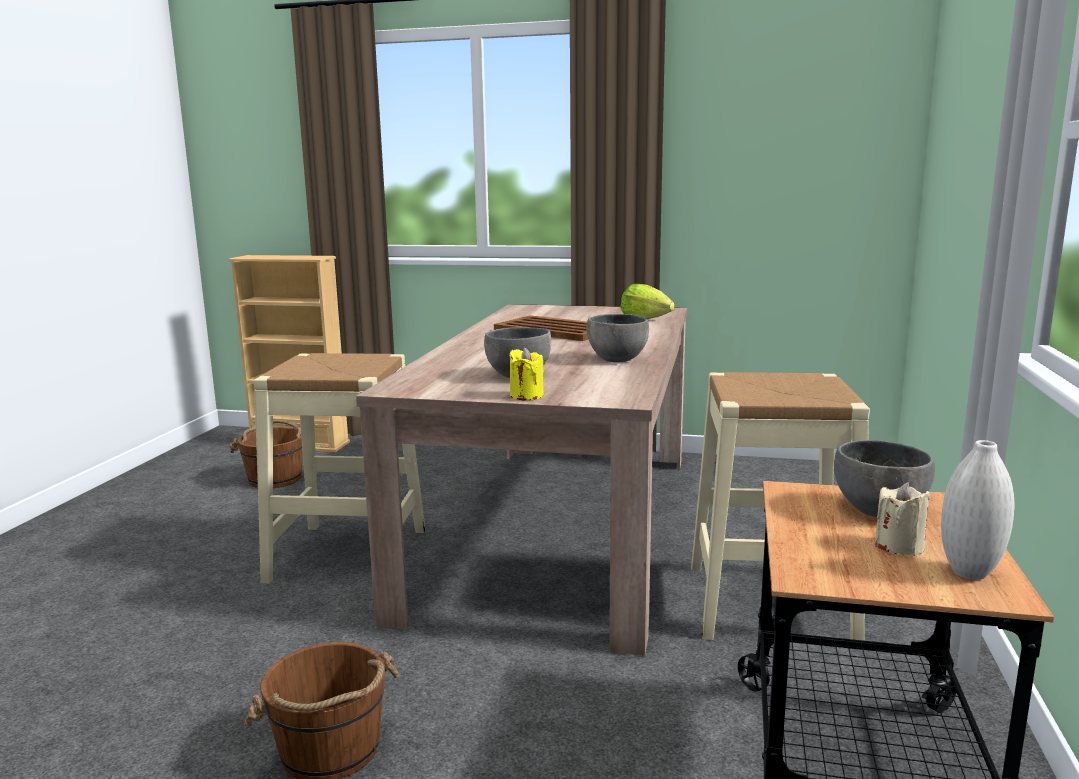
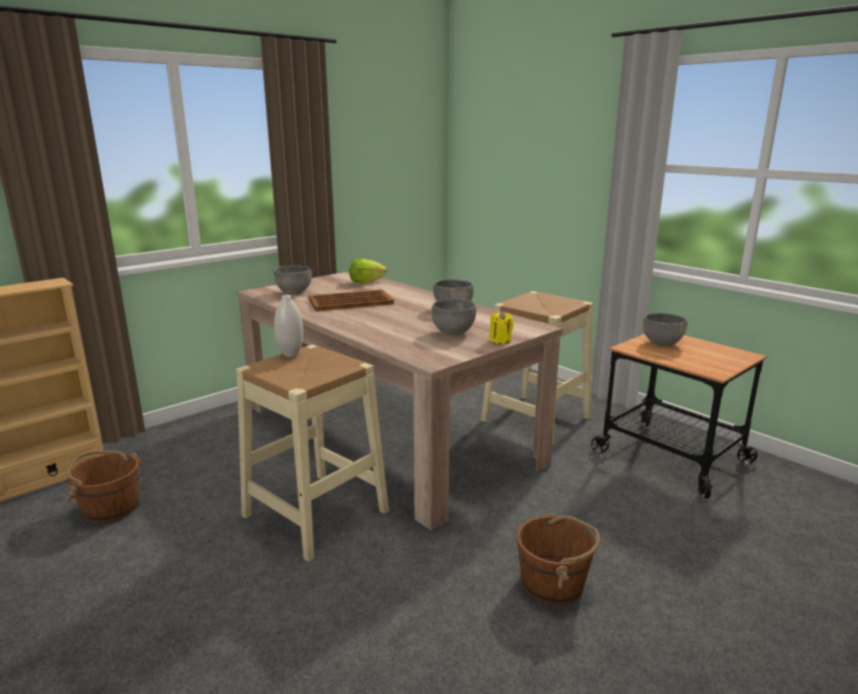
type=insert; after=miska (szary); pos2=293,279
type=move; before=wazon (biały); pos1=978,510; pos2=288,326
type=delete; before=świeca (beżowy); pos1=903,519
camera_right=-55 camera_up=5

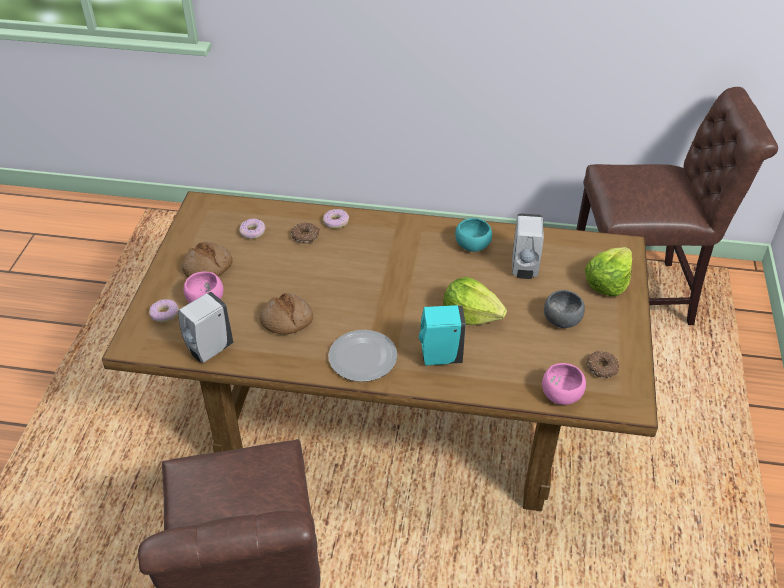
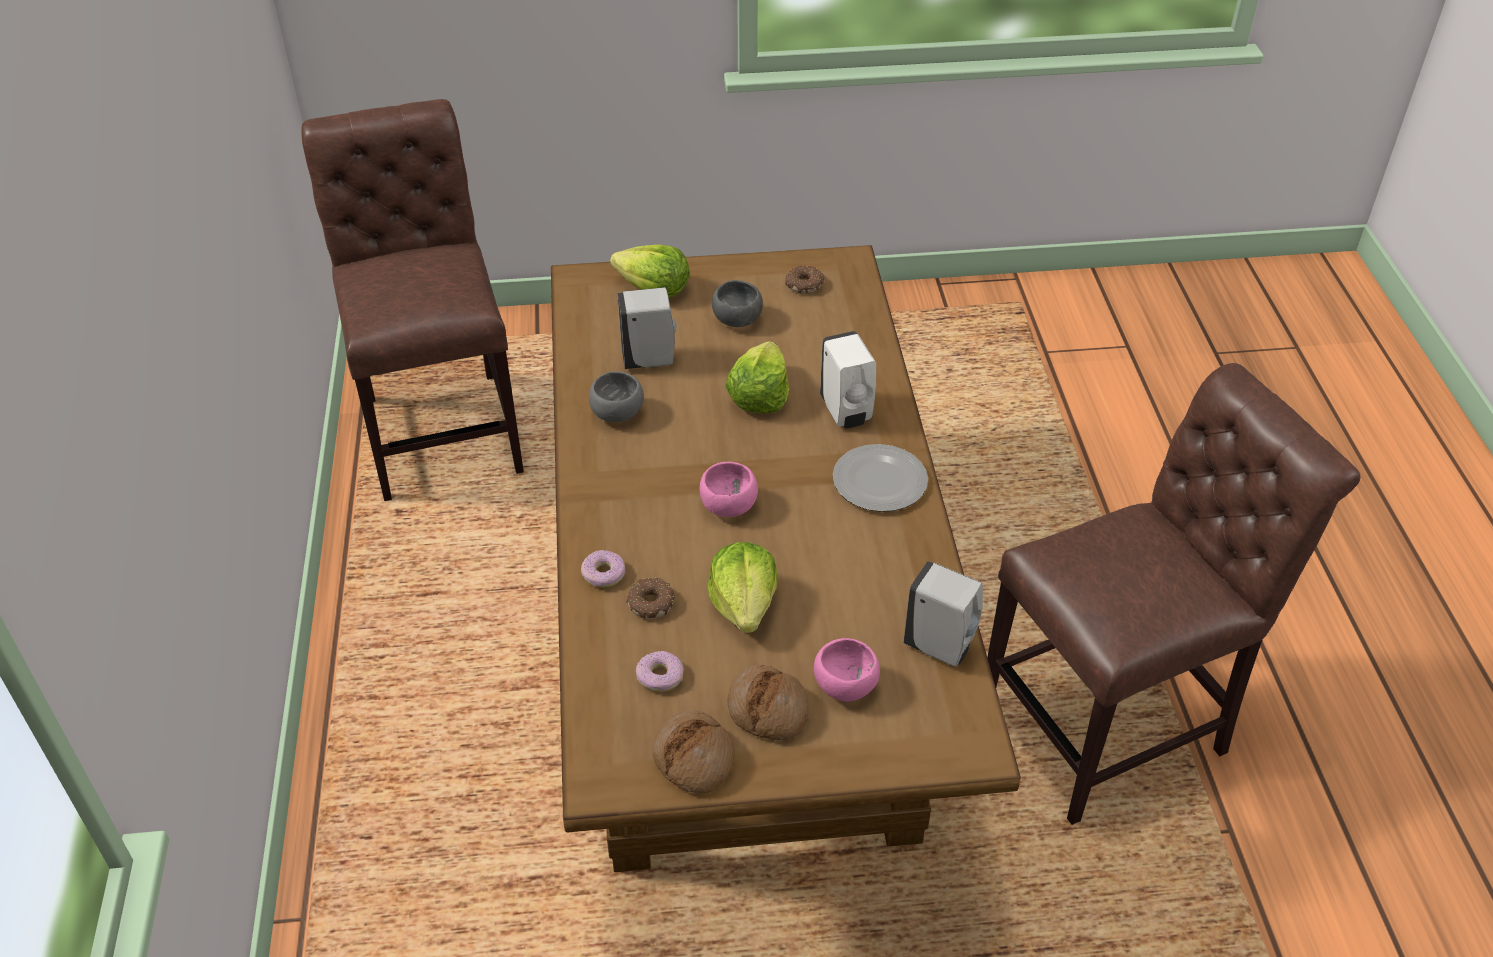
type=recolor; before=miska (turkusowy); after=miska (szary); pos1=473,235; pos2=616,396
type=move; before=chleb; pos1=286,313; pos2=694,752
type=move; before=miska (różowy); pos1=564,384; pos2=729,489
type=insert; after=sałata; pos2=743,587
type=recolor; before=dozownik mydła (turkusowy); after=dozownik mydła (biały); pos1=442,335; pos2=848,379
type=delete; before=donut; pos1=164,310
camera_right=-105 camera_up=0

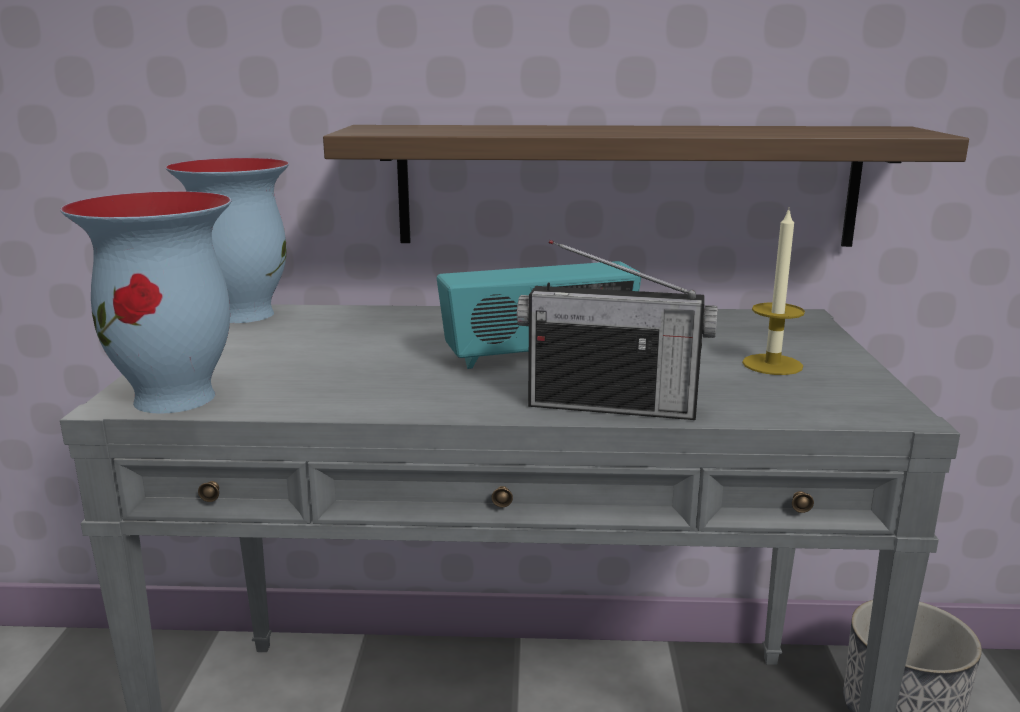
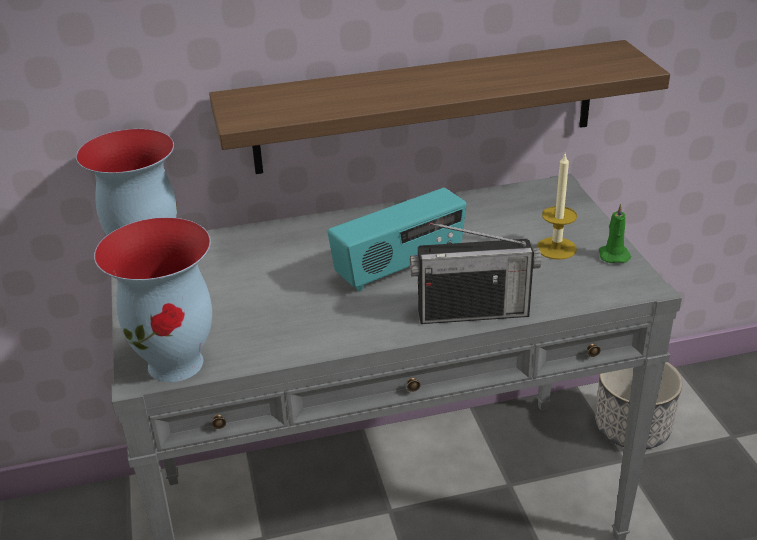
type=insert; after=świeca (zielony); pos2=615,233
camera_right=-15 camera_up=15

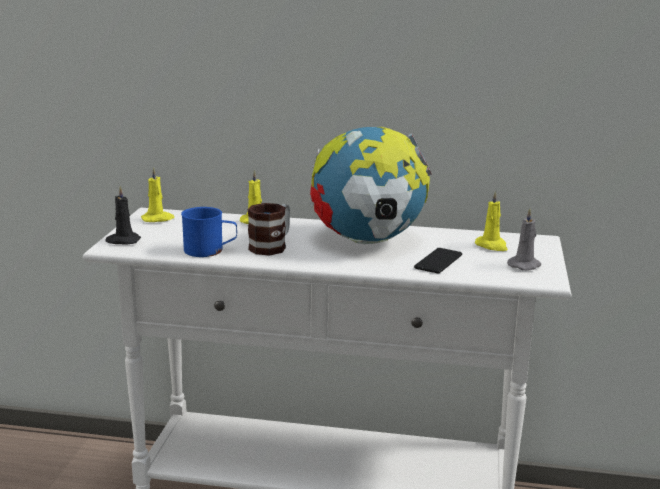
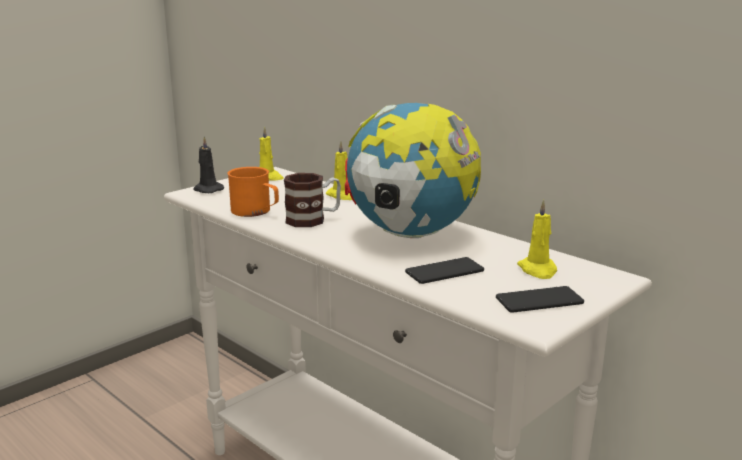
type=recolor; before=kubek (niebieski); after=kubek (pomarańczowy); pos1=209,232; pos2=253,192
type=replace; before=świeca (szary); after=telefon; pos1=524,239; pos2=540,299
camera_right=35 camera_up=0

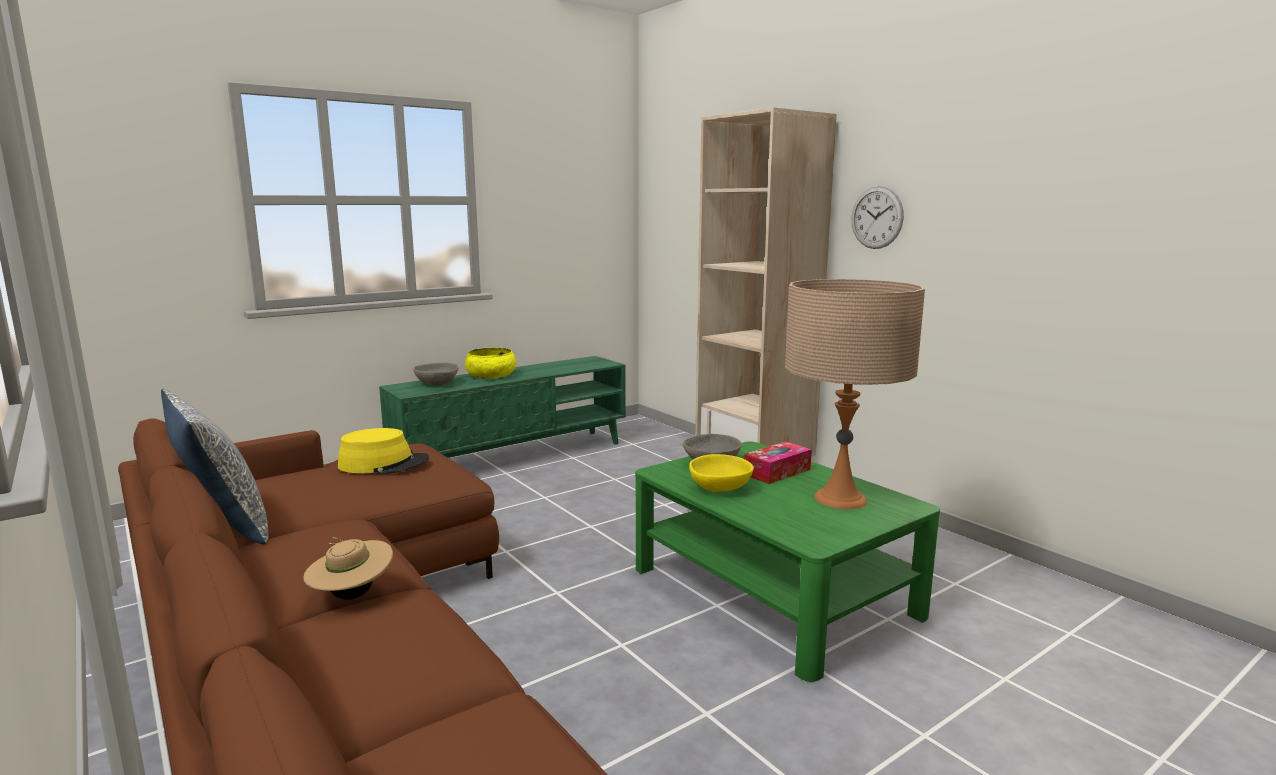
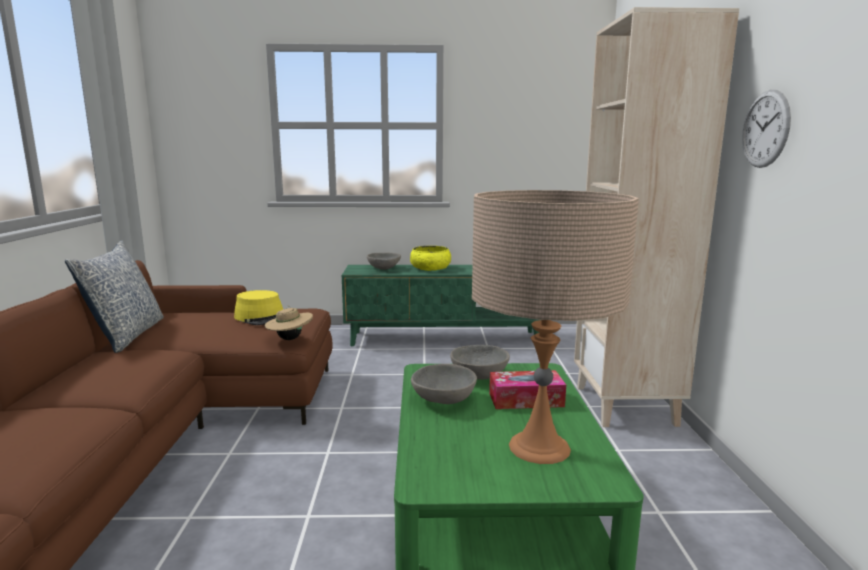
type=move; before=kapelusz (beżowy); pos1=348,568; pos2=289,322
type=recolor; before=miska (żółty); after=miska (szary); pos1=721,473; pos2=444,384
camera_right=35 camera_up=0

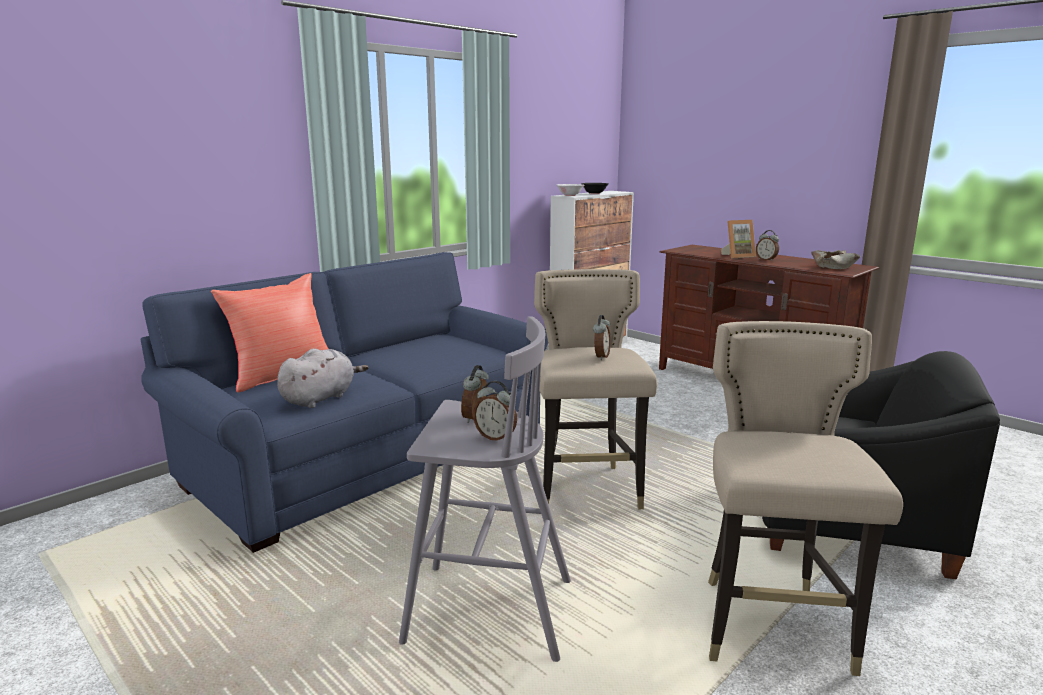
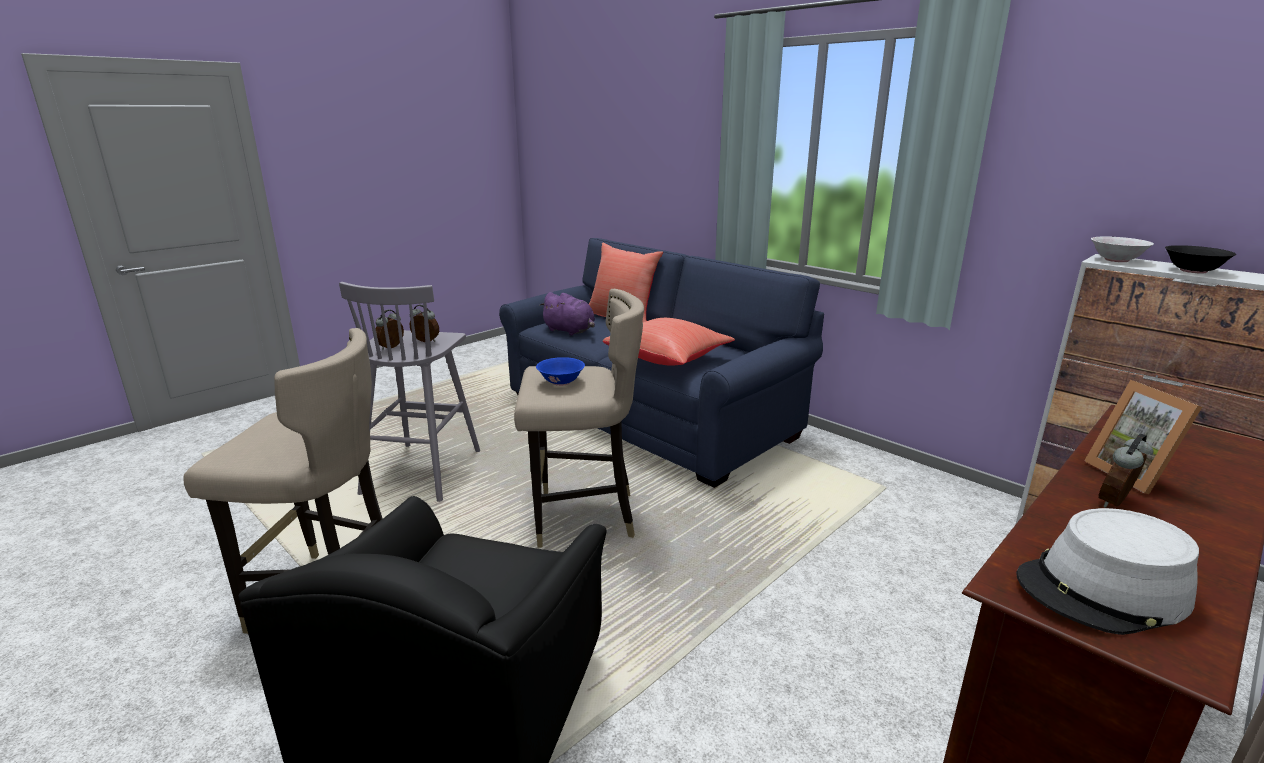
type=replace; before=budzik; after=miska (niebieski); pos1=602,337; pos2=560,371
type=recolor; before=pluszak (szary); after=pluszak (fioletowy); pos1=322,378; pos2=567,313
type=insert; after=poduszka (czerwony); pos2=669,341
type=replace; before=miska (beżowy); after=kapelusz (szary); pos1=836,259; pos2=1107,571
camera_right=90 camera_up=5

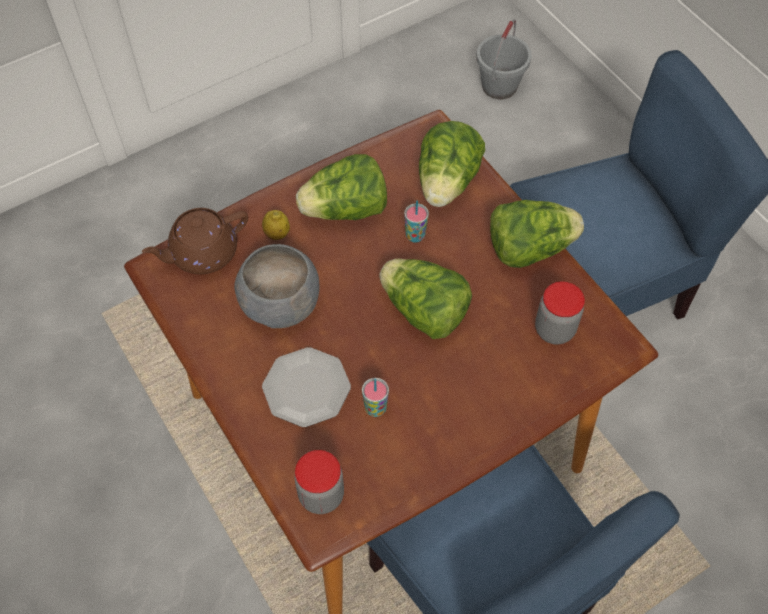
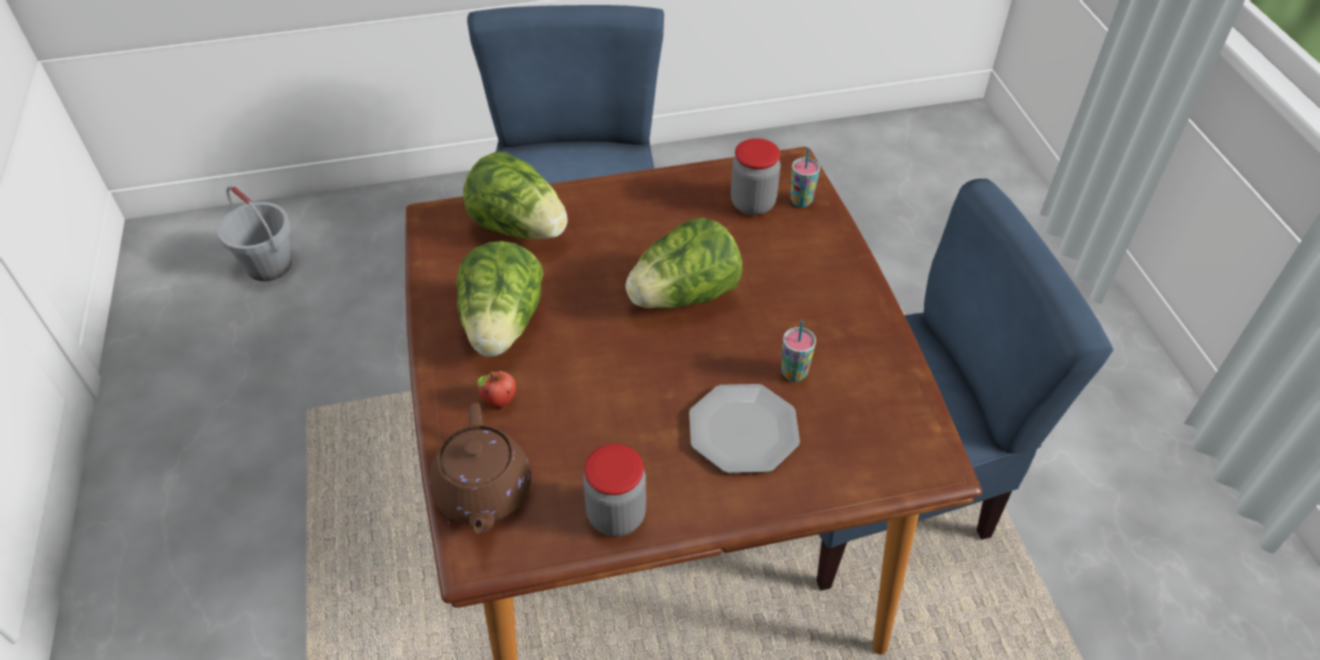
type=replace; before=cytryna; after=jabłko; pos1=276,225; pos2=496,390
type=move; before=słoik; pos1=319,482; pos2=614,490
type=move; before=filiżanka; pos1=416,221; pos2=805,177
type=delete; before=miska (szary); pos1=277,286
type=delete; before=sałata; pos1=537,234
camera_right=-70 camera_up=-10

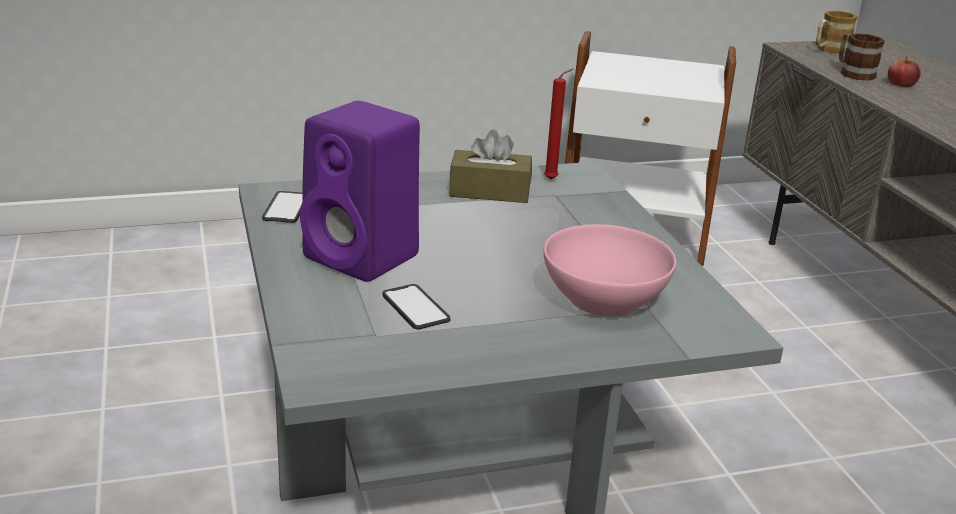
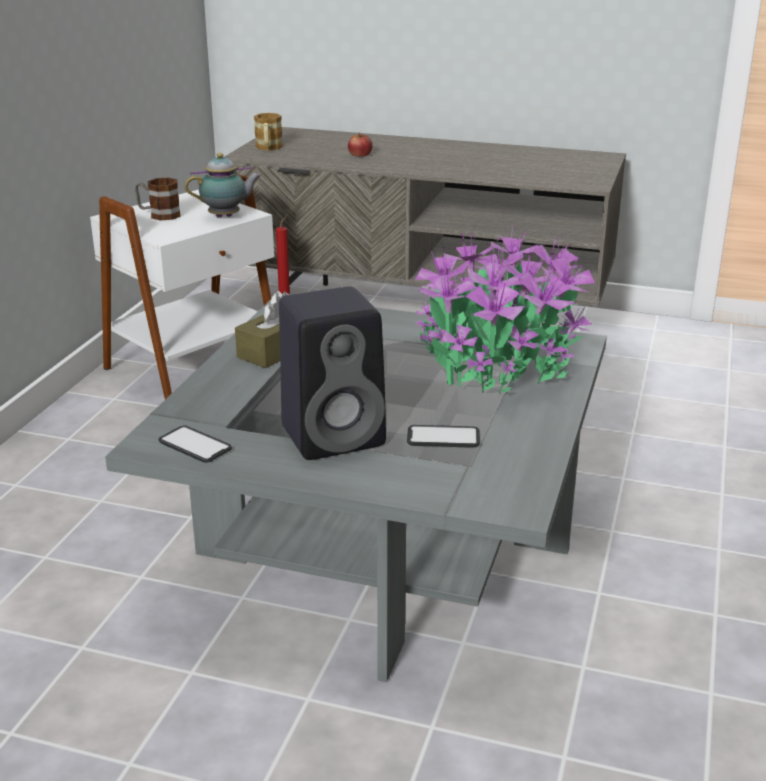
type=move; before=kubek; pos1=862,57; pos2=158,199
type=insert; after=imbryk; pos2=223,185
type=recolor; before=głośnik (fioletowy); after=głośnik (czarny); pos1=360,191; pos2=332,373
type=replace; before=miska (różowy); after=roślina doniczkowa; pos1=610,270; pos2=505,308
camera_right=-55 camera_up=0

